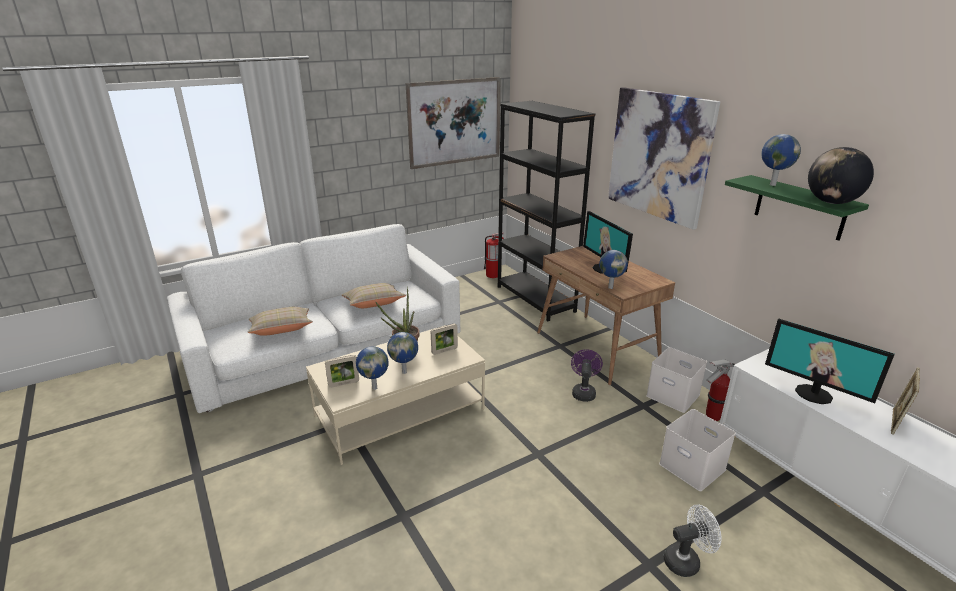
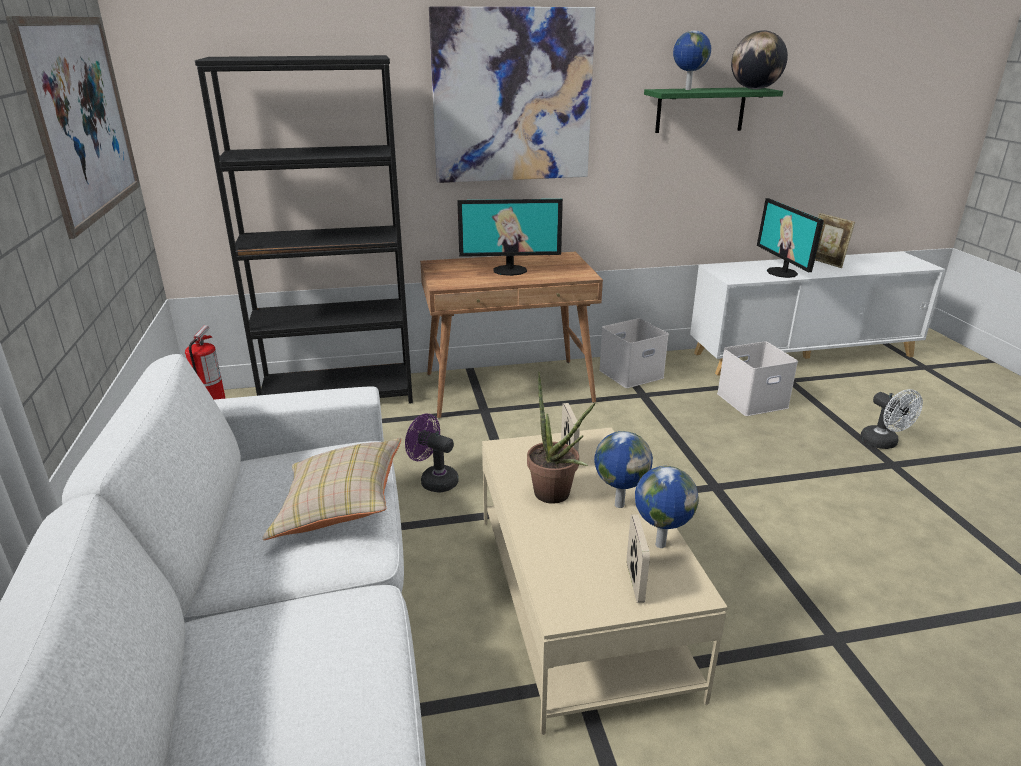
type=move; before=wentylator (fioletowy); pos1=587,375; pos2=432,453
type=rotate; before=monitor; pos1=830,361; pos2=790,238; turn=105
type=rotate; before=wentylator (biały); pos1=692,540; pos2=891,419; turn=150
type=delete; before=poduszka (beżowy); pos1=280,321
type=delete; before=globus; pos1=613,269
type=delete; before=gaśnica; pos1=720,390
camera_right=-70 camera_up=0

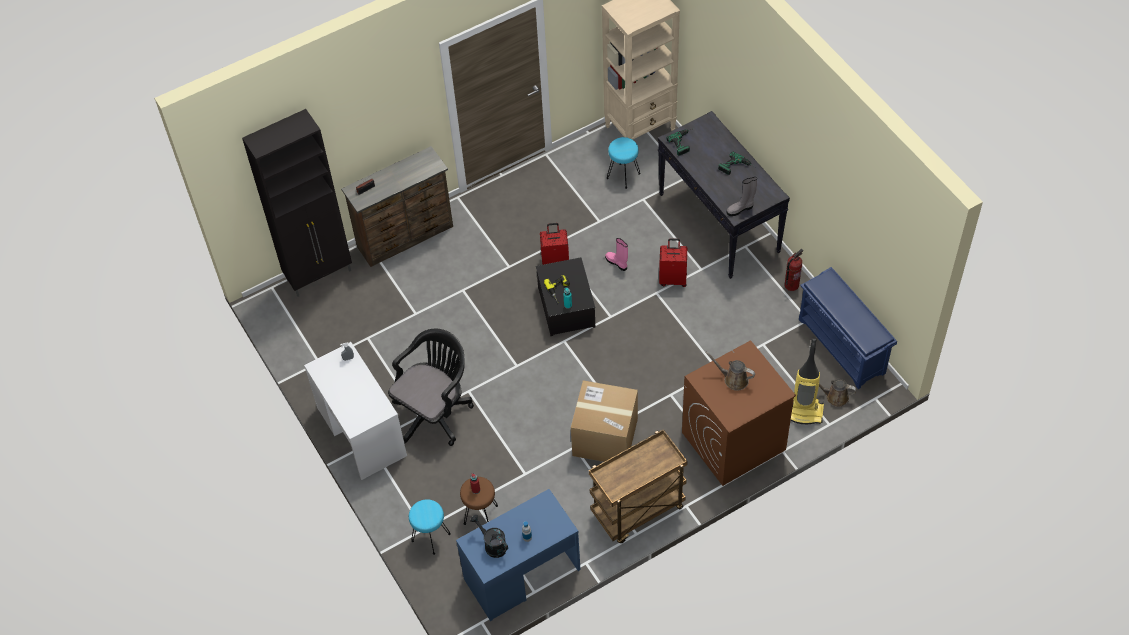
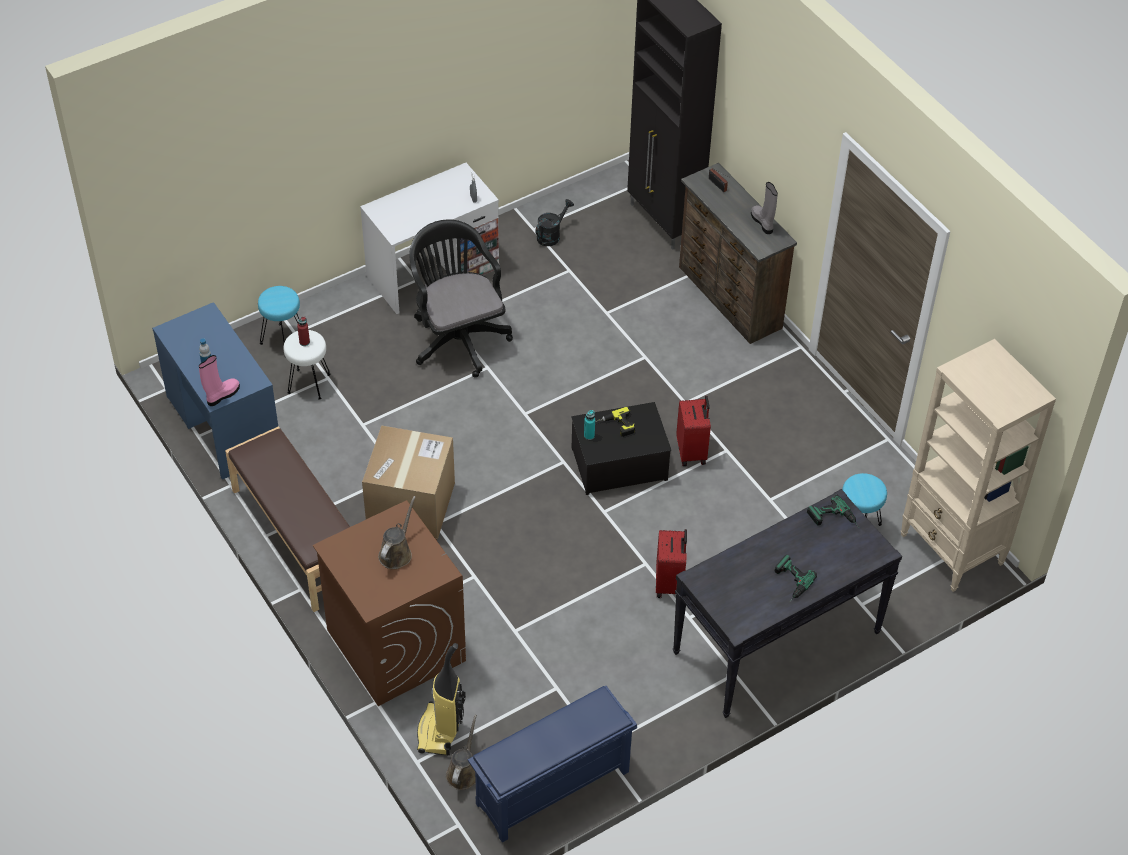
type=move; before=but z cholewką (różowy); pos1=616,254; pos2=219,380
type=replace; before=wózek (brązowy); after=ławka (brązowy); pos1=638,486; pos2=287,519
type=recolor; before=stołek (brązowy); after=stołek (biały); pos1=479,501; pos2=307,365
type=rotate; before=krzesło biurowe (czarny); pos1=431,387; pos2=461,299; turn=-150
type=move; before=konewka (czarny); pos1=489,536; pos2=554,222
type=move; before=but z cholewką (szary); pos1=741,196; pos2=764,208
type=delete; before=gaśnica; pos1=794,270
camera_right=85 camera_up=-5

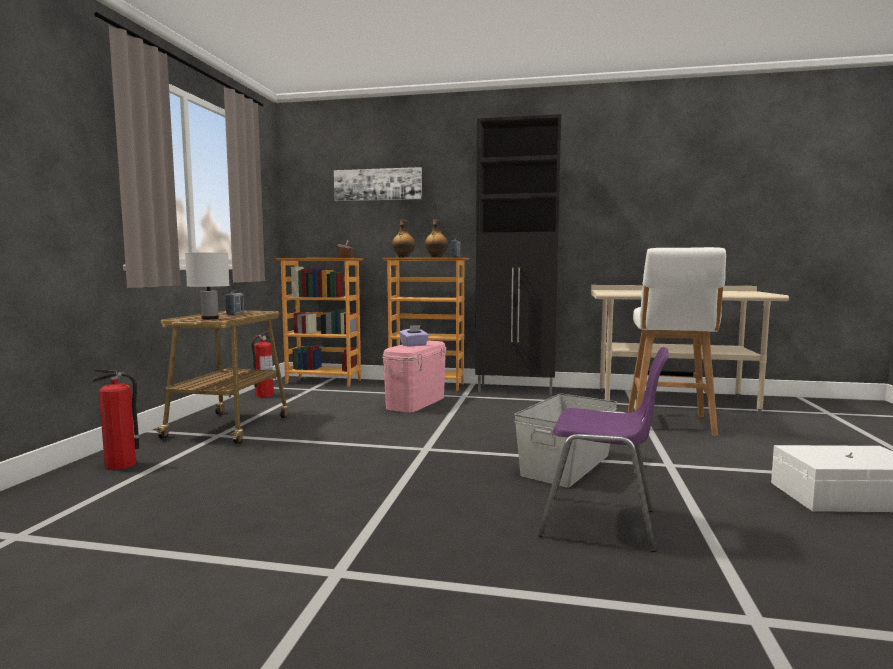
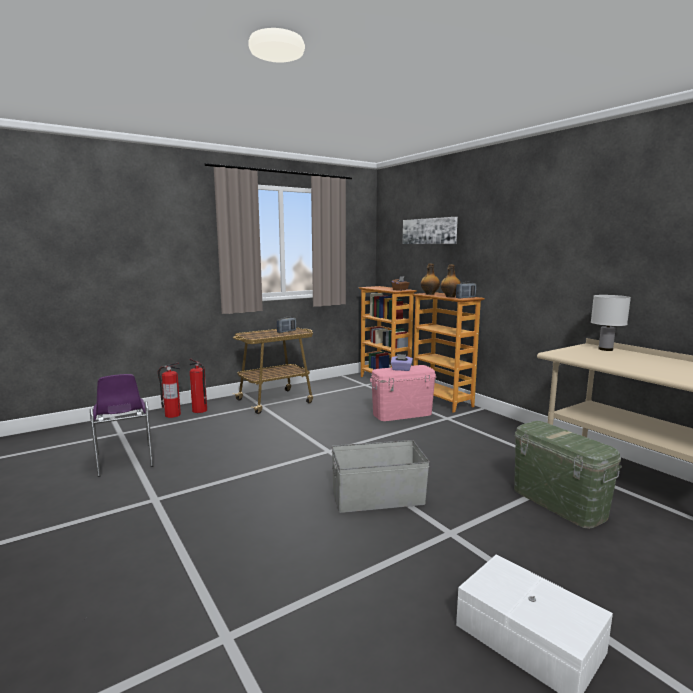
type=move; before=krzesło (fioletowy); pos1=603,449; pos2=122,425
type=move; before=gaśnica; pos1=262,364; pos2=169,390
type=replace; before=stołek (biały); after=pojemnik do przechowywania (zielony); pos1=677,341; pos2=568,475
type=move; before=lampa stołowa (biały); pos1=207,285; pos2=611,323
type=delete; before=szafka (czarny); pos1=518,254
camera_right=45 camera_up=5

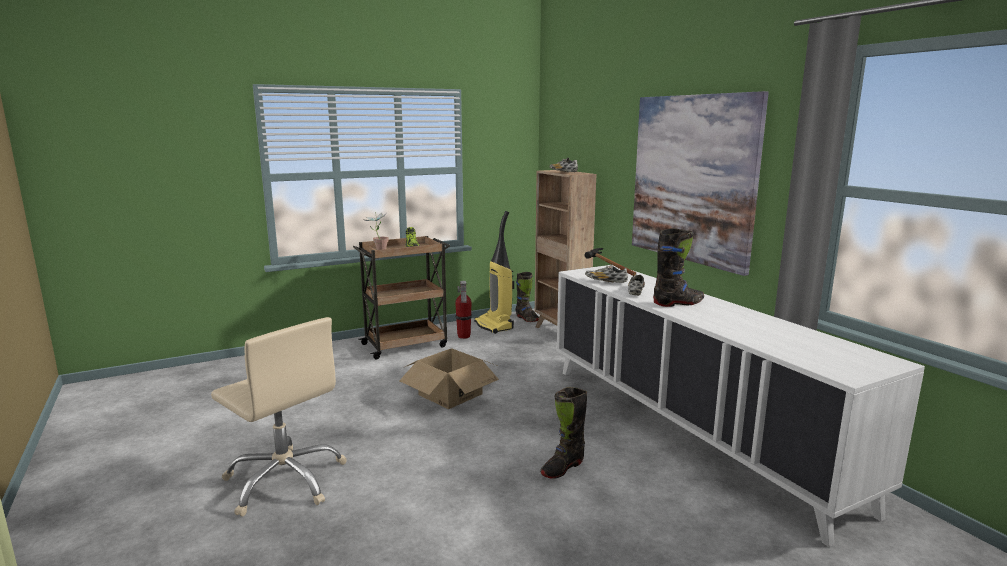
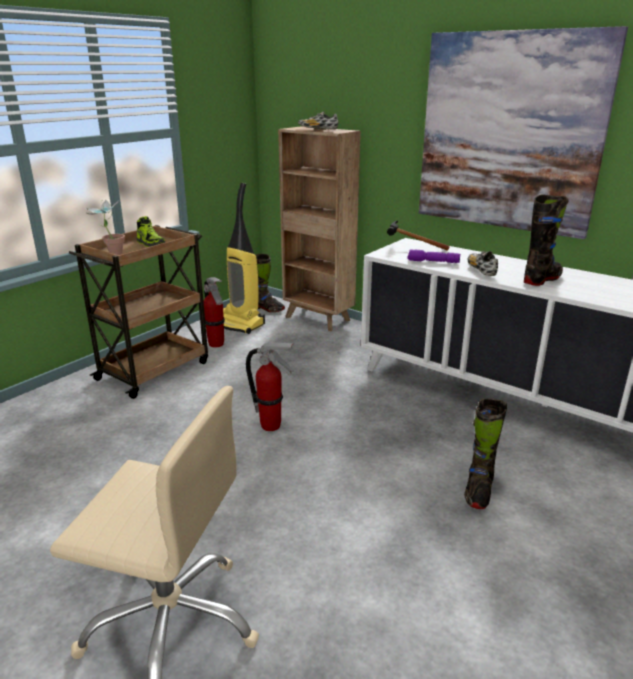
type=replace; before=karton; after=gaśnica; pos1=449,379; pos2=270,386
type=replace; before=but; after=latarka (fioletowy); pos1=606,273; pos2=434,256
camera_right=-25 camera_up=10

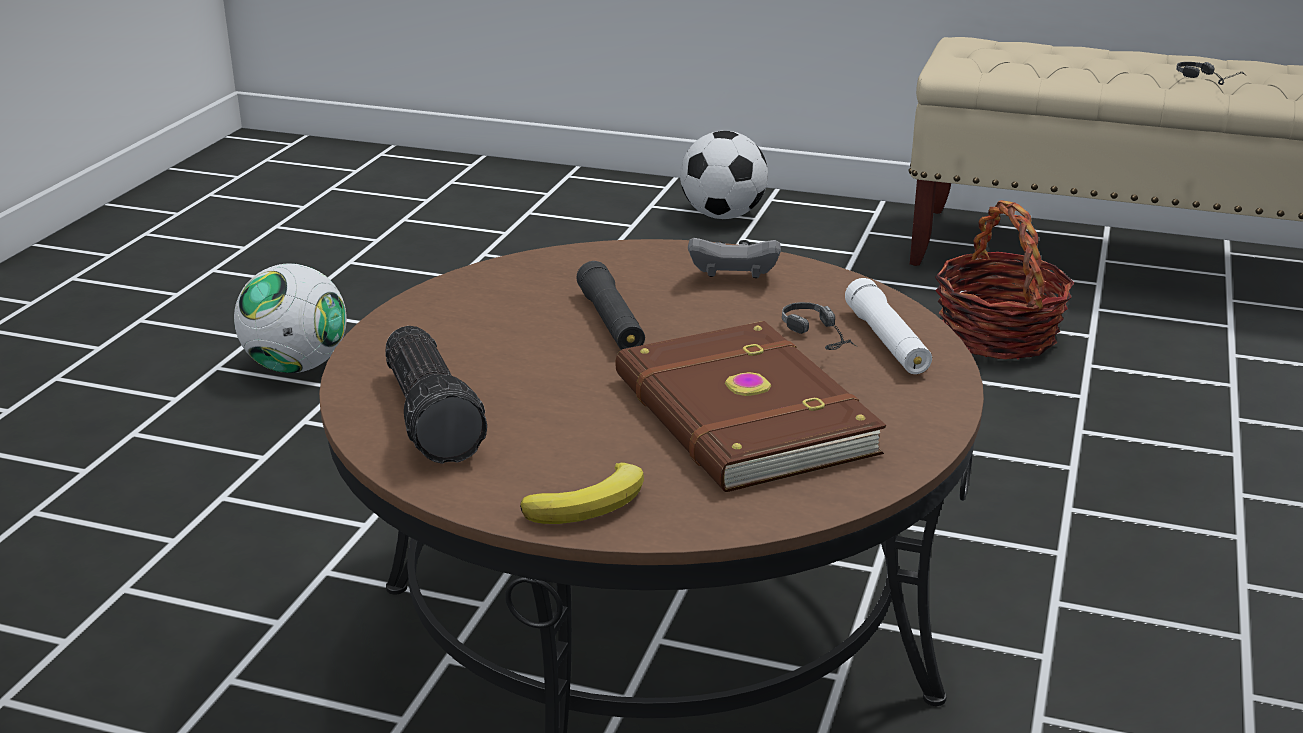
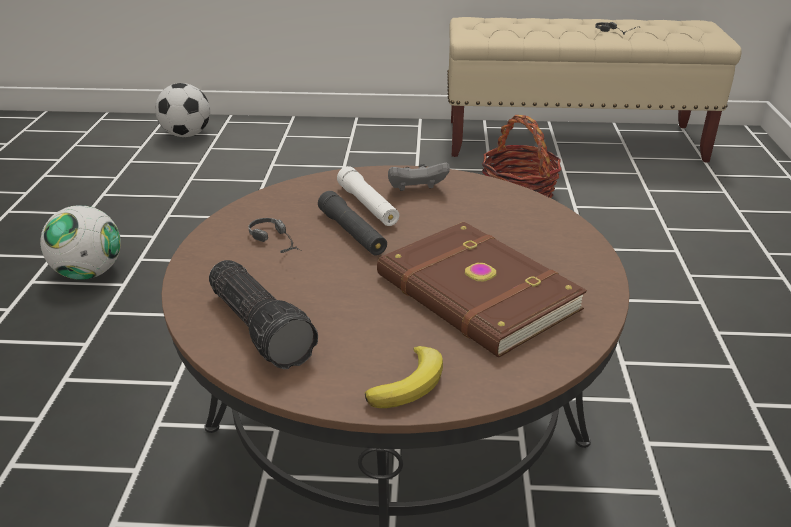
type=move; before=piłka futbolowa; pos1=724,175; pos2=182,110
type=move; before=słuchawki; pos1=819,326; pos2=275,235
type=move; before=latarka (biały); pos1=888,326; pos2=368,196
camera_right=-15 camera_up=5

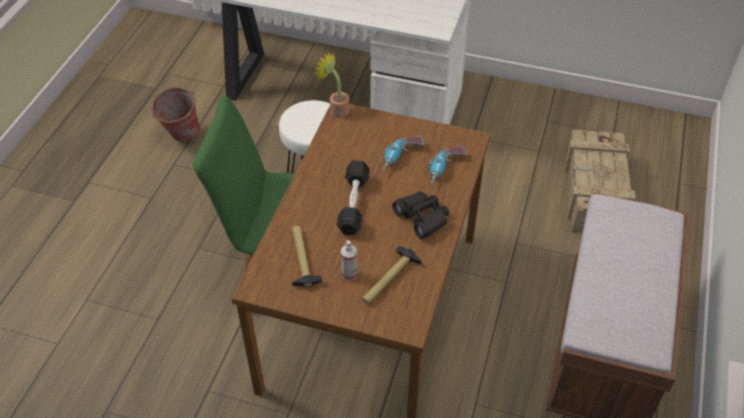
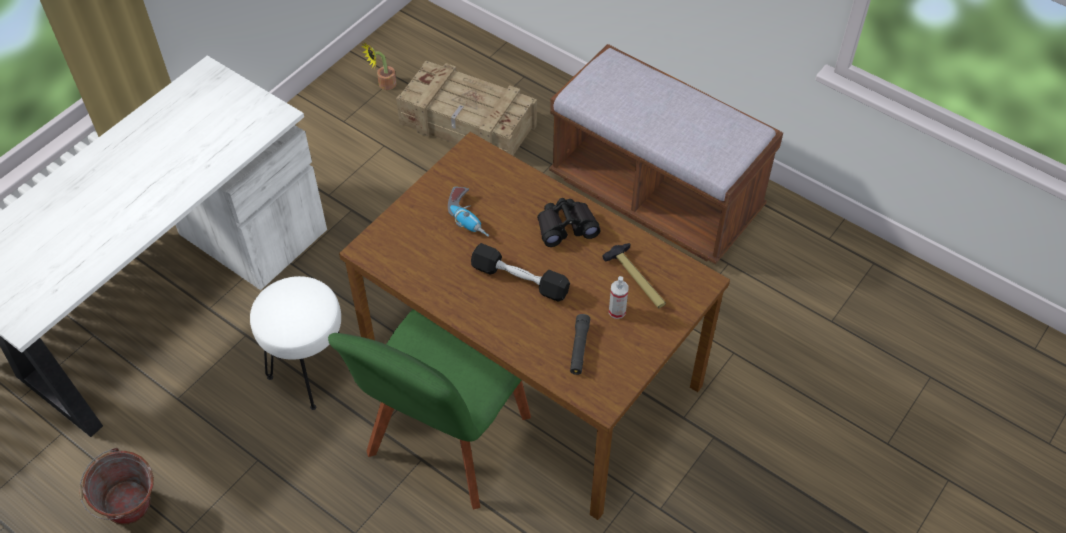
type=move; before=roślina doniczkowa; pos1=331,85; pos2=379,65
type=replace; before=młotek; after=latarka (czarny); pos1=307,257; pos2=580,344
type=delete; before=wiertarka; pos1=447,165
camera_right=-70 camera_up=5

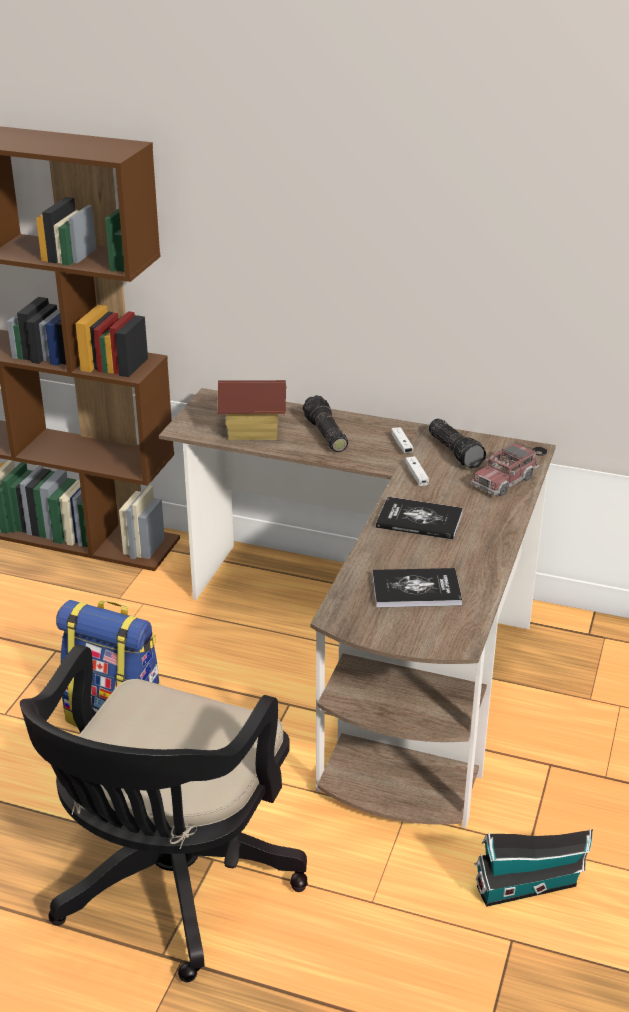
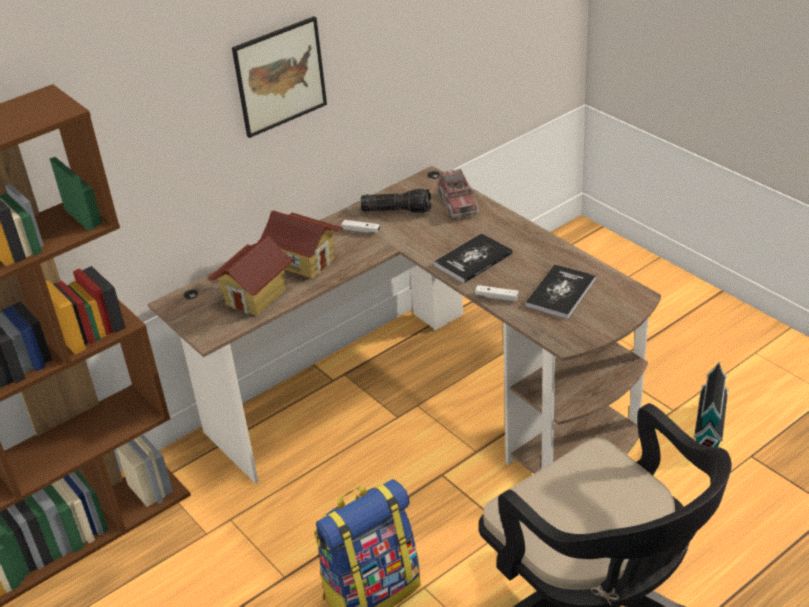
type=insert; after=obraz; pos2=279,77
type=replace; before=latarka; after=domek; pos1=325,423; pos2=300,244
type=move; before=pad do gier (biały); pos1=417,471; pos2=496,293
camera_right=-55 camera_up=5

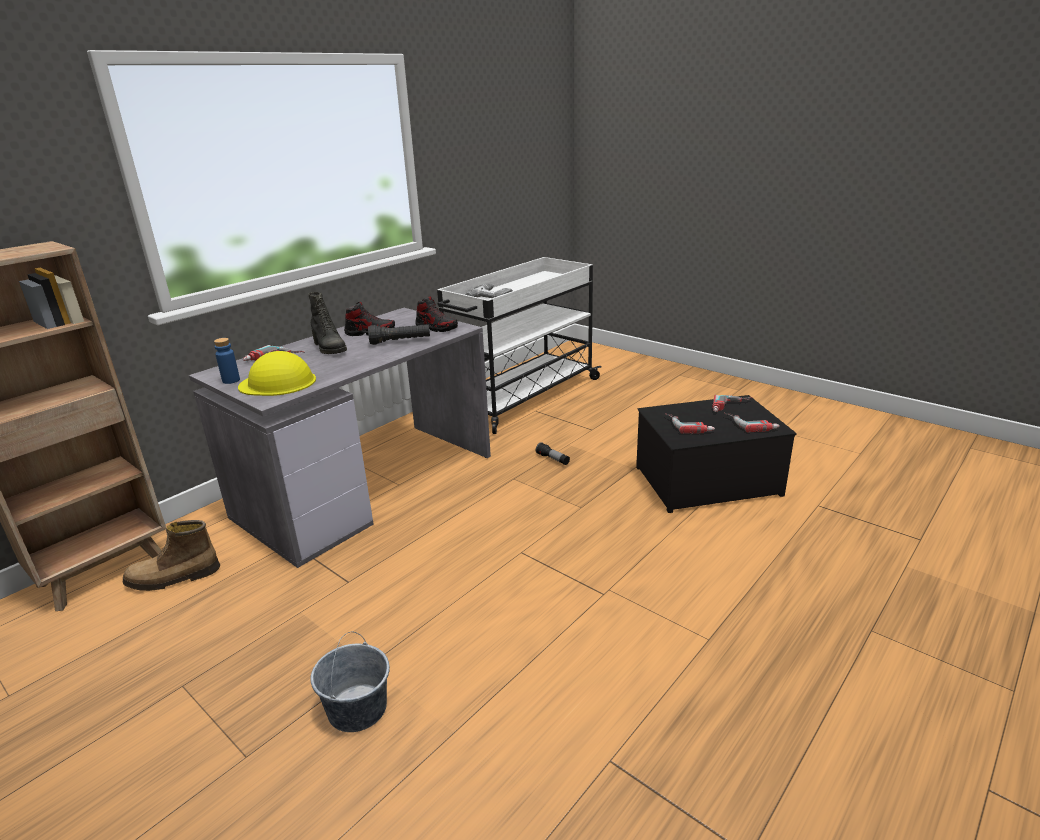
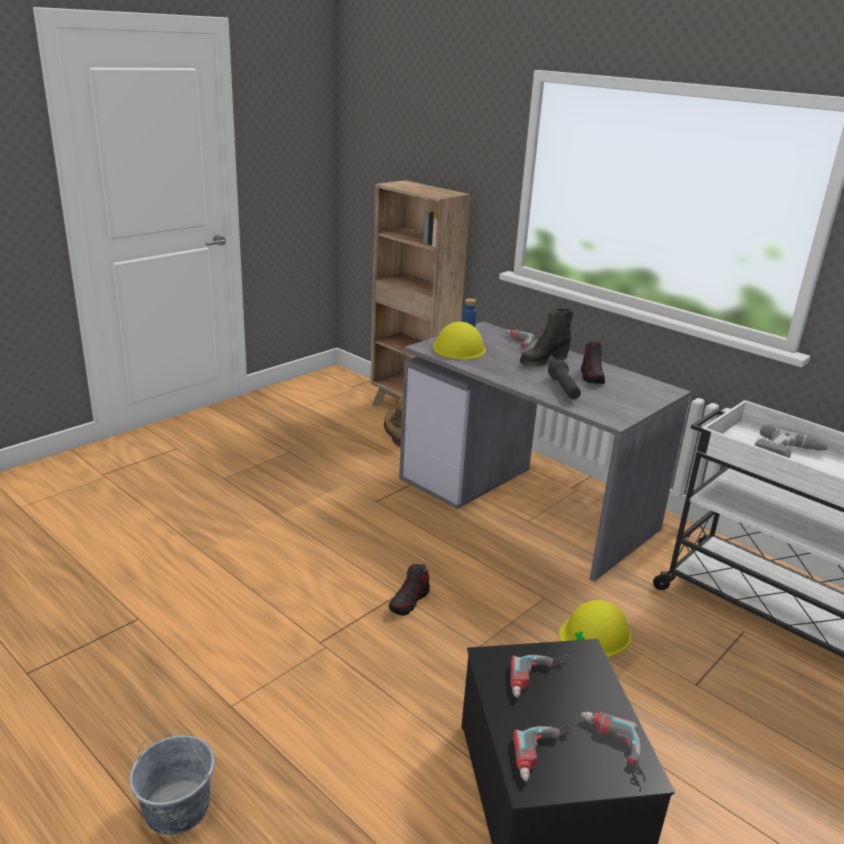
type=move; before=wiadro (szary); pos1=350,682; pos2=172,783
type=move; before=but; pos1=436,314; pos2=409,590
type=replace; before=latarka; after=kask (żółty); pos1=553,453; pos2=595,629
camera_right=90 camera_up=0

